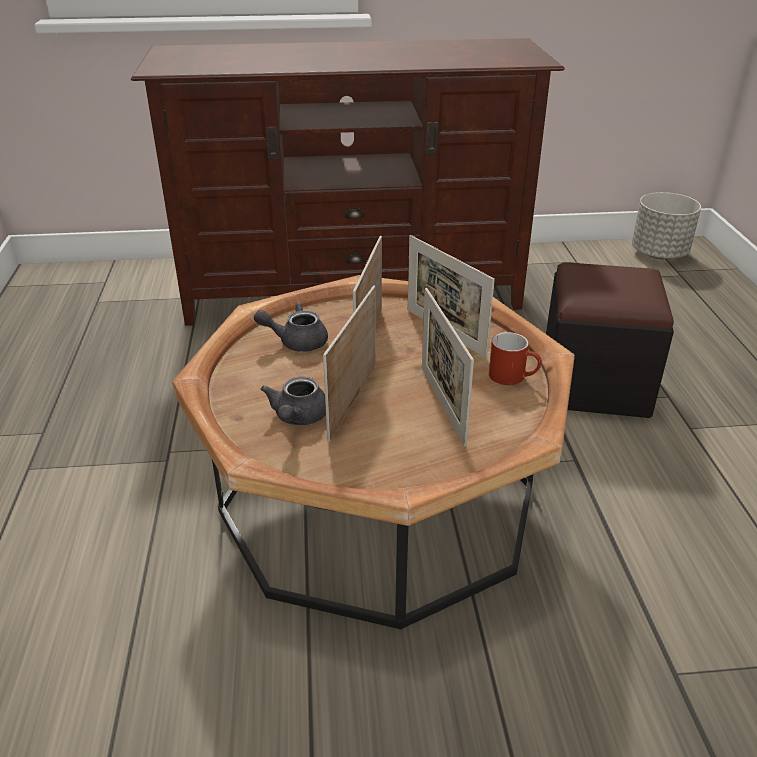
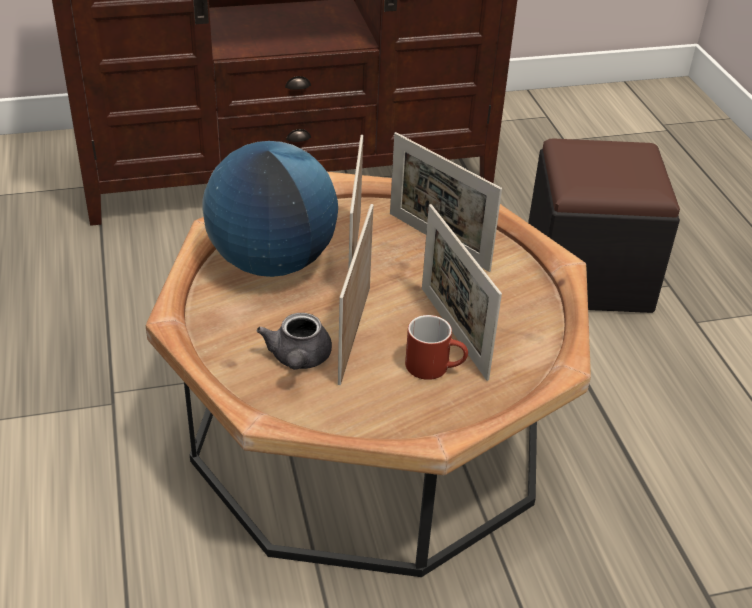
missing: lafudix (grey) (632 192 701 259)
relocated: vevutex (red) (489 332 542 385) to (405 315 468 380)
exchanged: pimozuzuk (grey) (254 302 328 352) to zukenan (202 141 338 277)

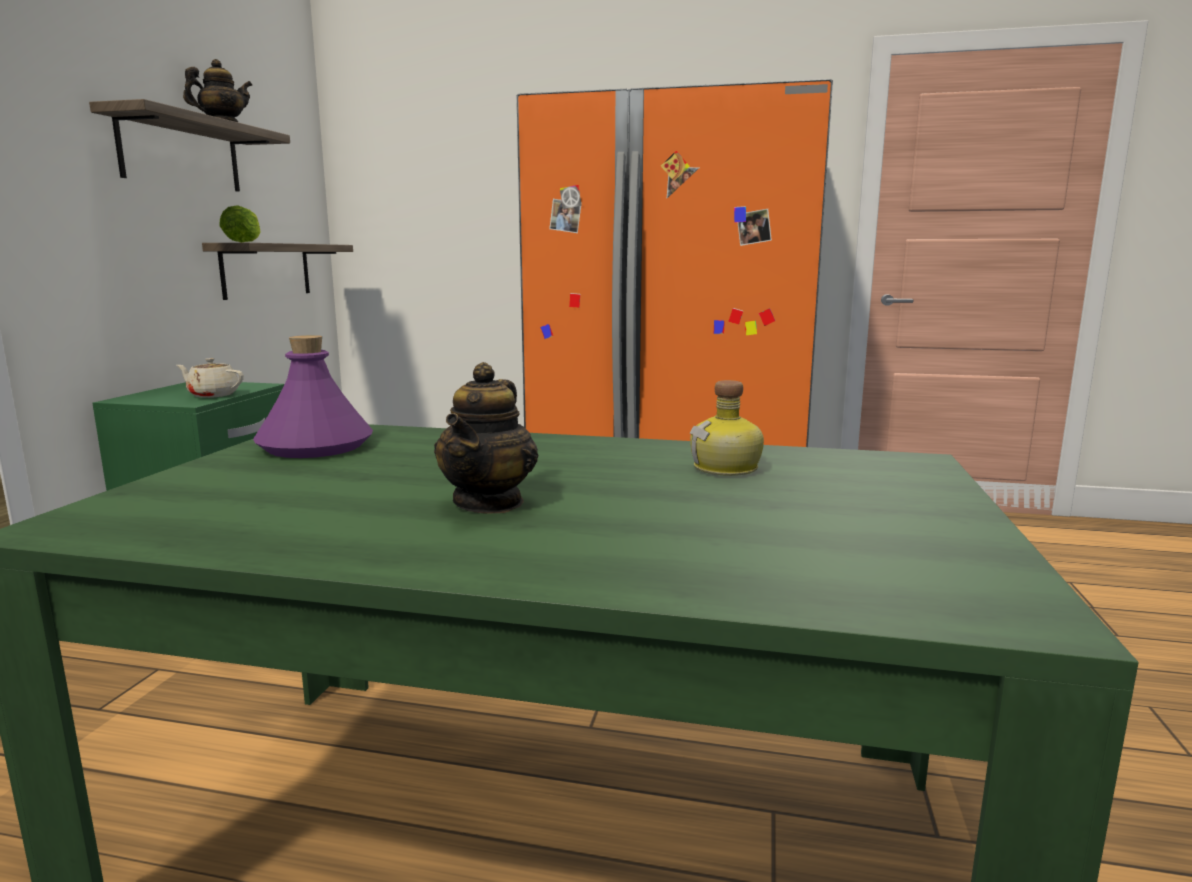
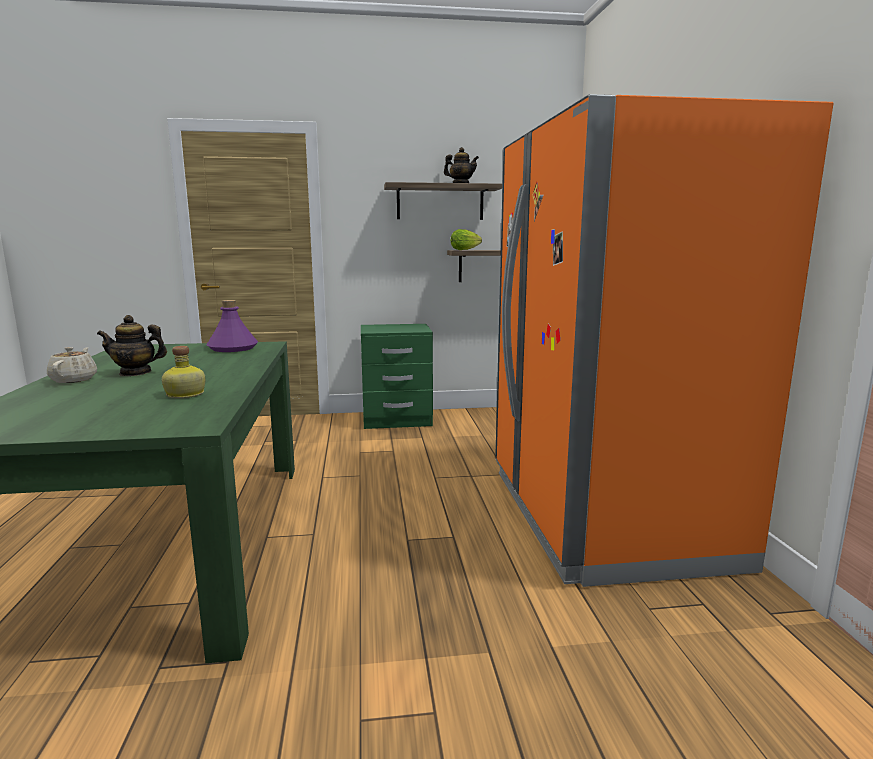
relocated: pimozuzuk (beige) (176 358 244 398) to (47 347 97 383)

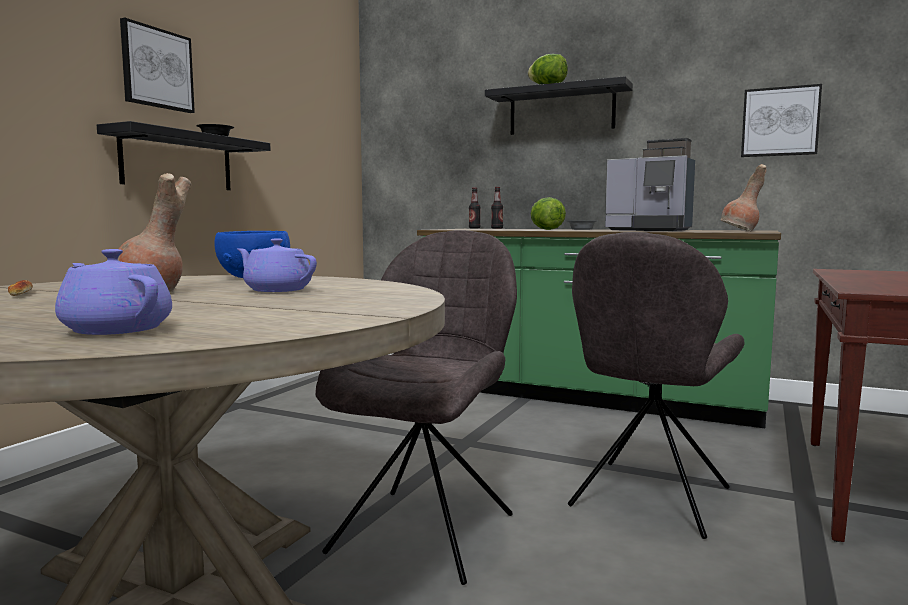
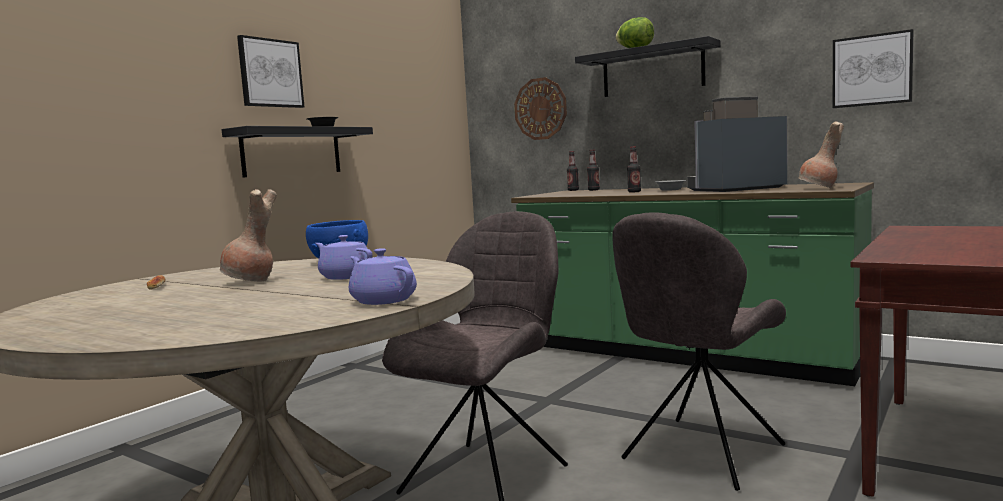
appeared: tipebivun (514 77 567 140)
relocated: pimozuzuk (purple) (55 249 172 335) to (349 248 417 305)
exchanged: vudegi (531 197 566 230) to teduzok (627 146 641 193)
spun: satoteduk (605 138 695 231) = (687 96 787 192) 120 degrees clockwise

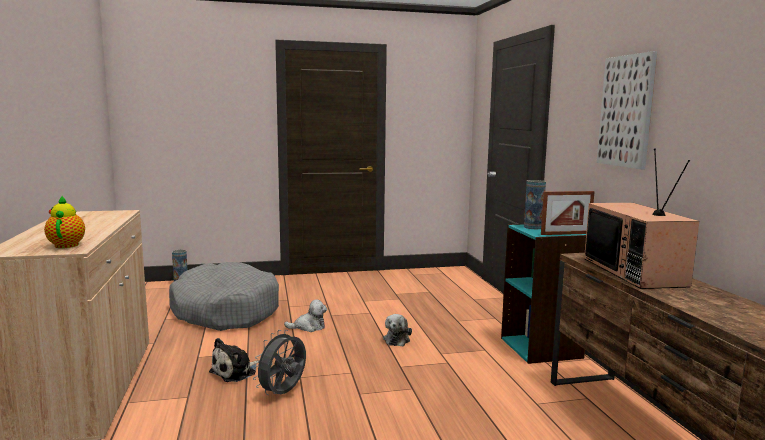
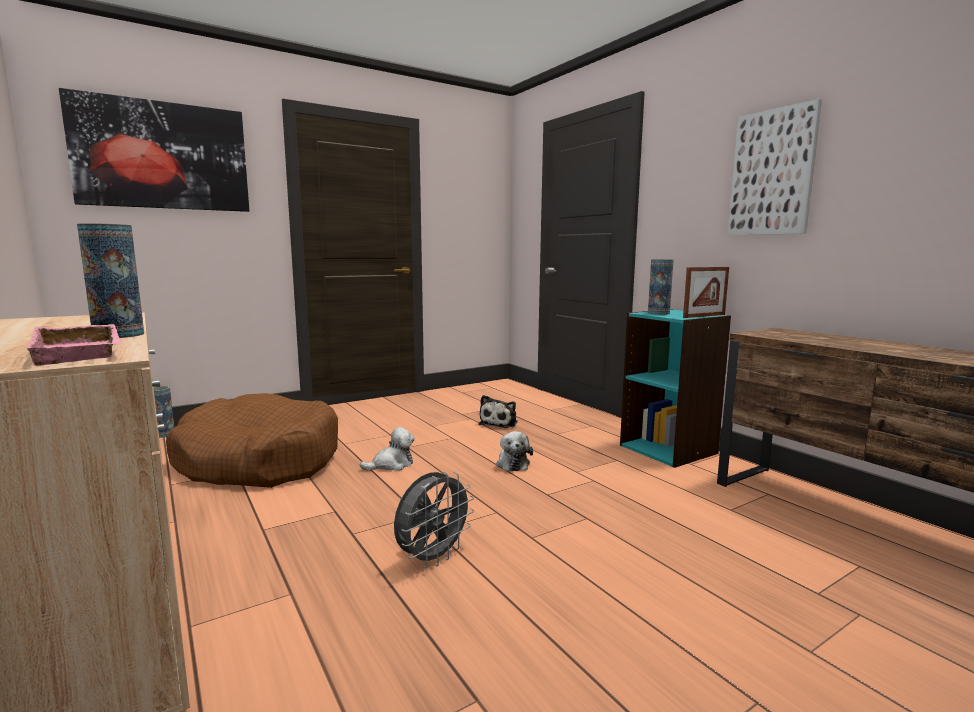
missing: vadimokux (584 148 699 289)
appeared: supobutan (59 88 249 212); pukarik (77 223 144 338)
relocated: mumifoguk (209 338 259 382) to (479 395 518 428)
exchanged: pimozuzuk (44 195 85 248) to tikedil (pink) (25 324 122 366)
colour: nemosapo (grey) (169 262 279 331) to nemosapo (brown) (166 393 338 488)
spun: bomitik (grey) (253 330 306 395) = (394 471 474 568) 150 degrees counterclockwise

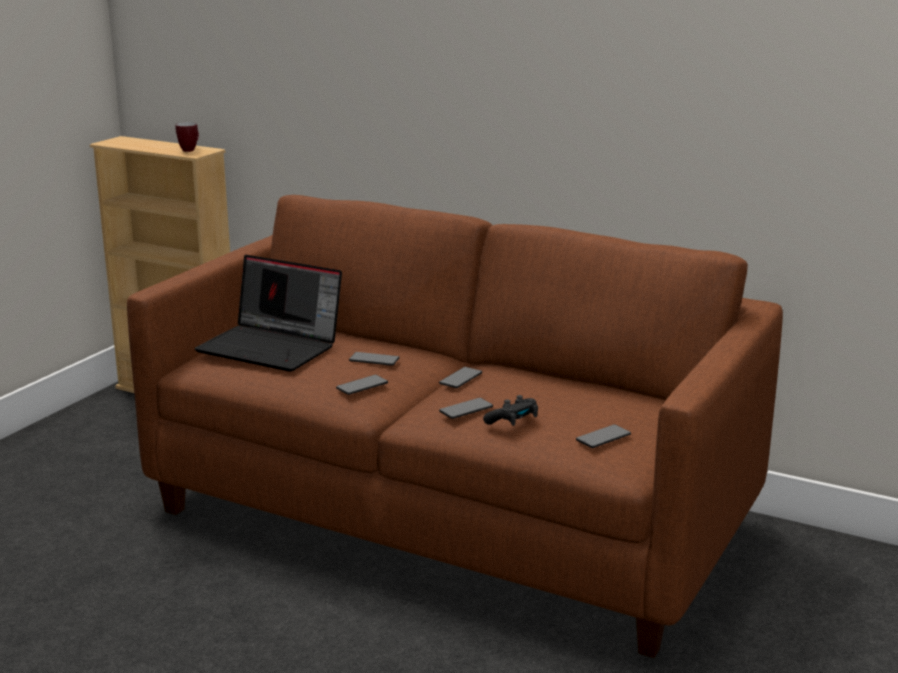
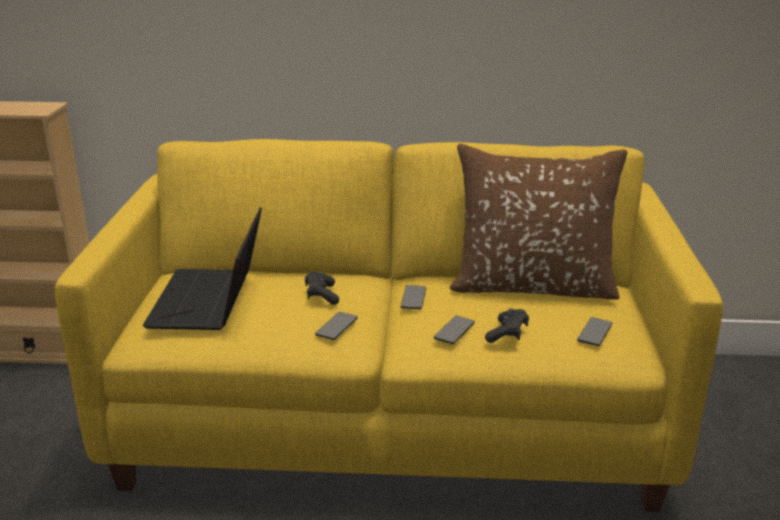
missing: vevutex (175 122 199 152)
appeared: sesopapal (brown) (450 144 628 300)
exchanged: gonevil (349 352 399 366) to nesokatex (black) (305 271 339 305)
colour: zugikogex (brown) (127 195 783 658) to zugikogex (yellow) (55 139 723 512)
spun: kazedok (194 255 342 372) = (143 207 262 330) 90 degrees clockwise

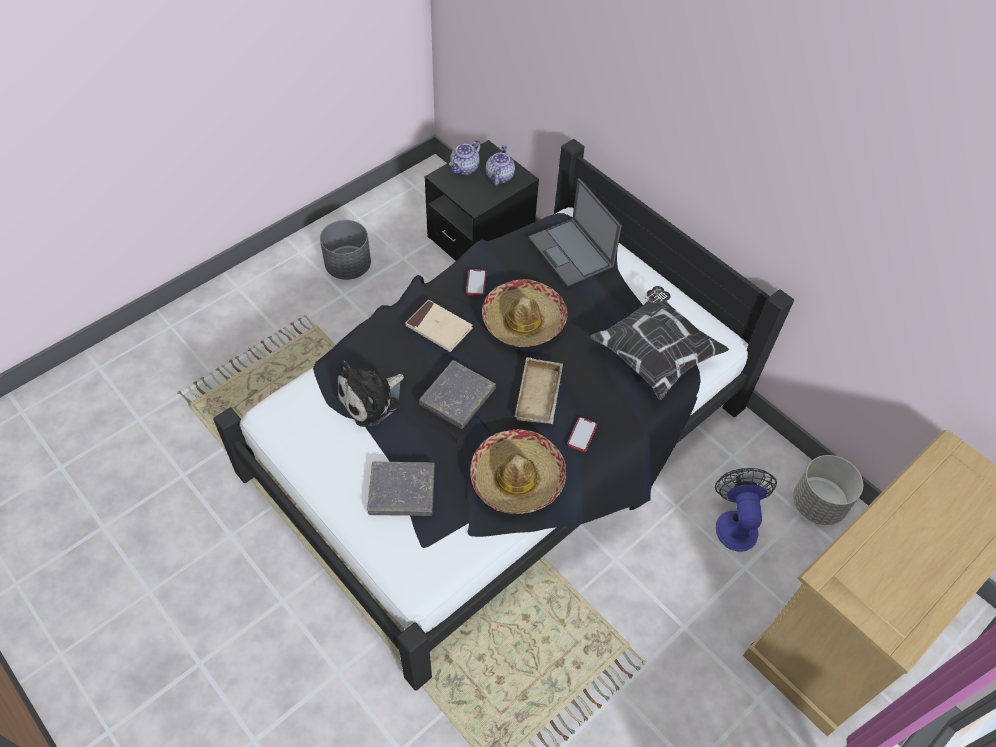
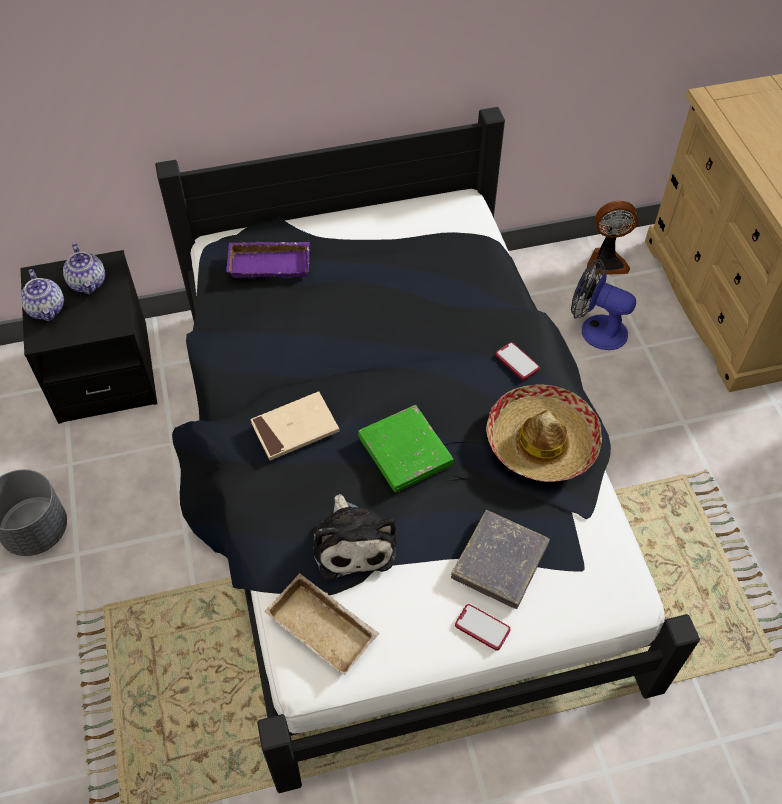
missing: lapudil (482 279 567 347); sesopapal (590 286 729 400)
relocated: gonevil (466 269 486 296) to (455 604 510 651); tikedil (beige) (514 357 563 424) to (264 573 379 675)
exchanged: kazedok (528 178 622 286) to tikedil (purple) (226 242 310 278); lafudix (grey) (793 455 863 525) to bomitik (587 201 638 275)
colour: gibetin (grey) (419 360 496 429) to gibetin (green) (358 405 454 493)
spun: pimozuzuk (486 145 515 186) = (63 243 105 295) 150 degrees counterclockwise

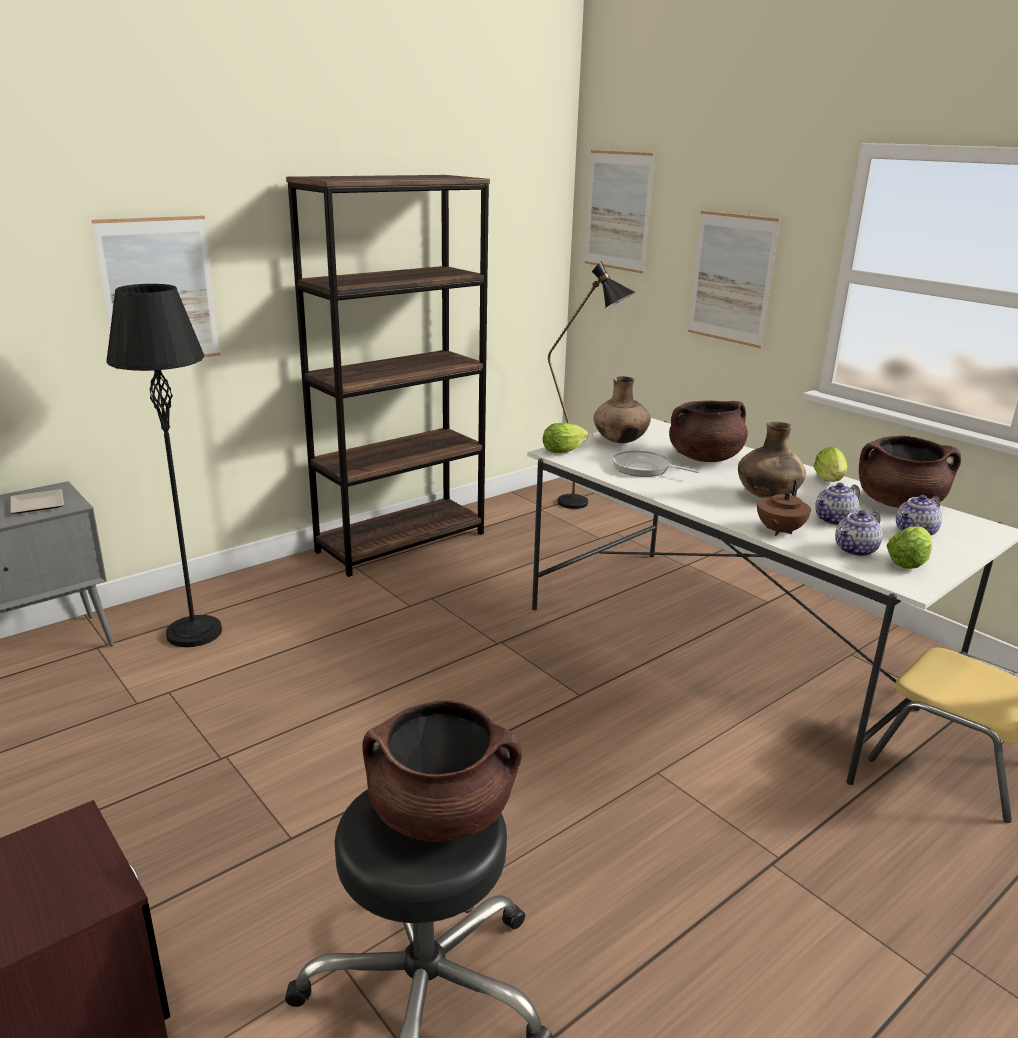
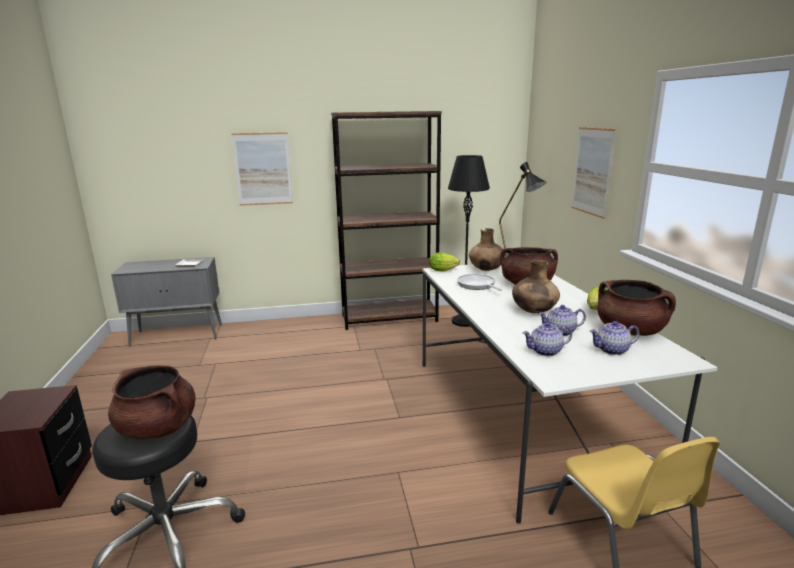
missing: supobutan (585 150 655 274); pimozuzuk (brown) (757 480 811 536); vudegi (887 527 932 569)
relocated: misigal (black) (107 284 222 647) to (448 155 490 327)

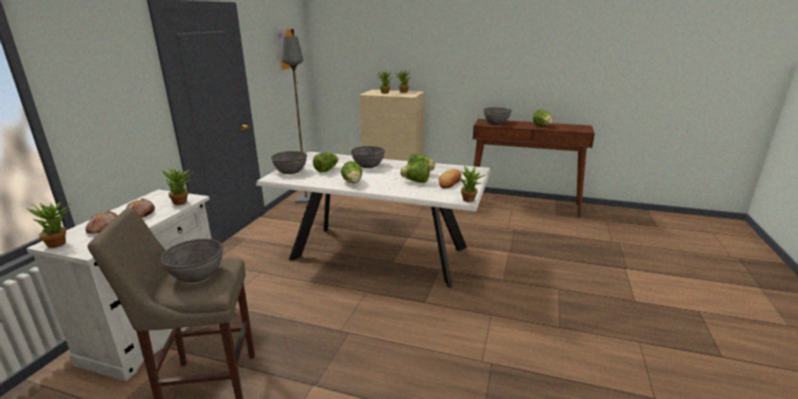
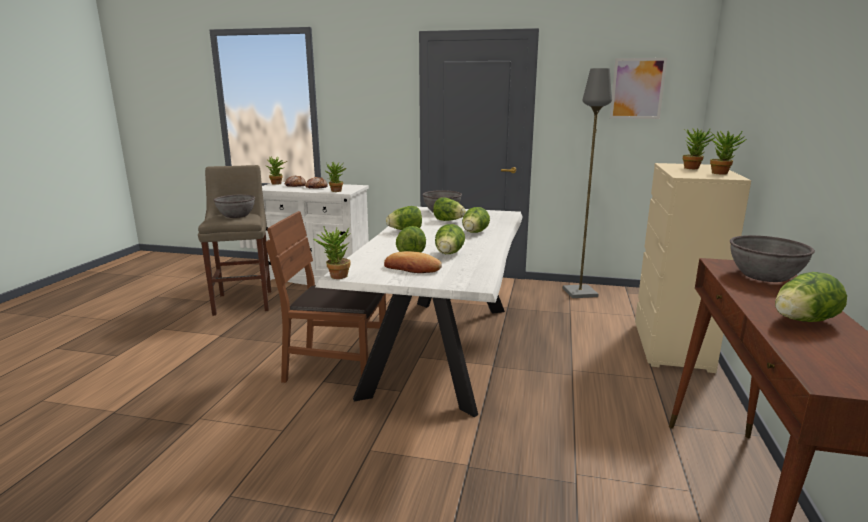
appeared: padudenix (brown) (266 211 386 383)
exchanged: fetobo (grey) (351 146 385 168) to vudegi (462 207 490 233)

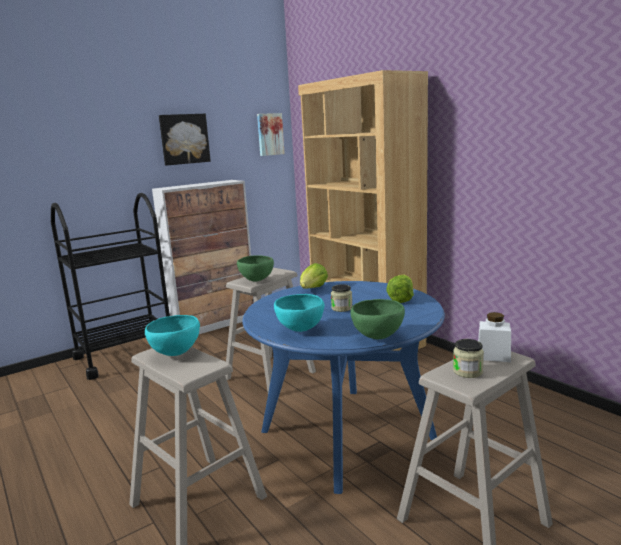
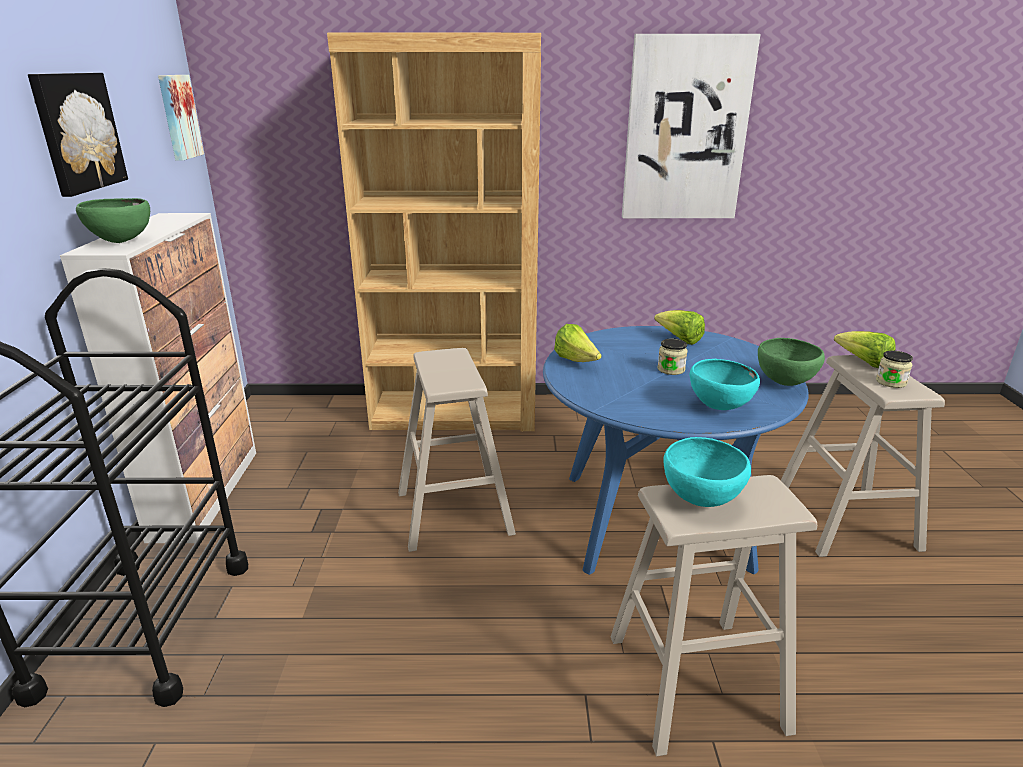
appeared: supobutan (622 34 761 218)
relocated: fetobo (green) (237 255 274 282) to (76 198 150 243)
exchanged: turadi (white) (478 312 511 362) to vudegi (834 331 896 368)

